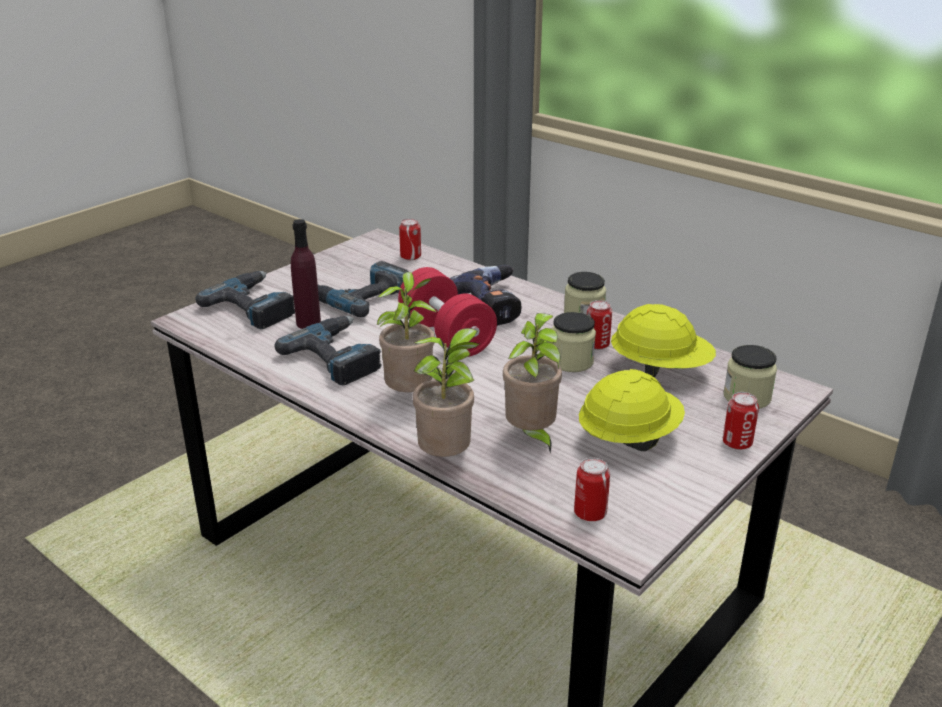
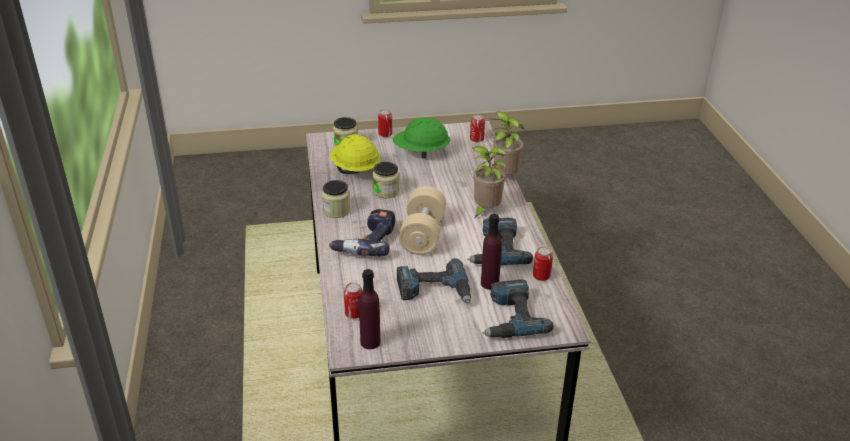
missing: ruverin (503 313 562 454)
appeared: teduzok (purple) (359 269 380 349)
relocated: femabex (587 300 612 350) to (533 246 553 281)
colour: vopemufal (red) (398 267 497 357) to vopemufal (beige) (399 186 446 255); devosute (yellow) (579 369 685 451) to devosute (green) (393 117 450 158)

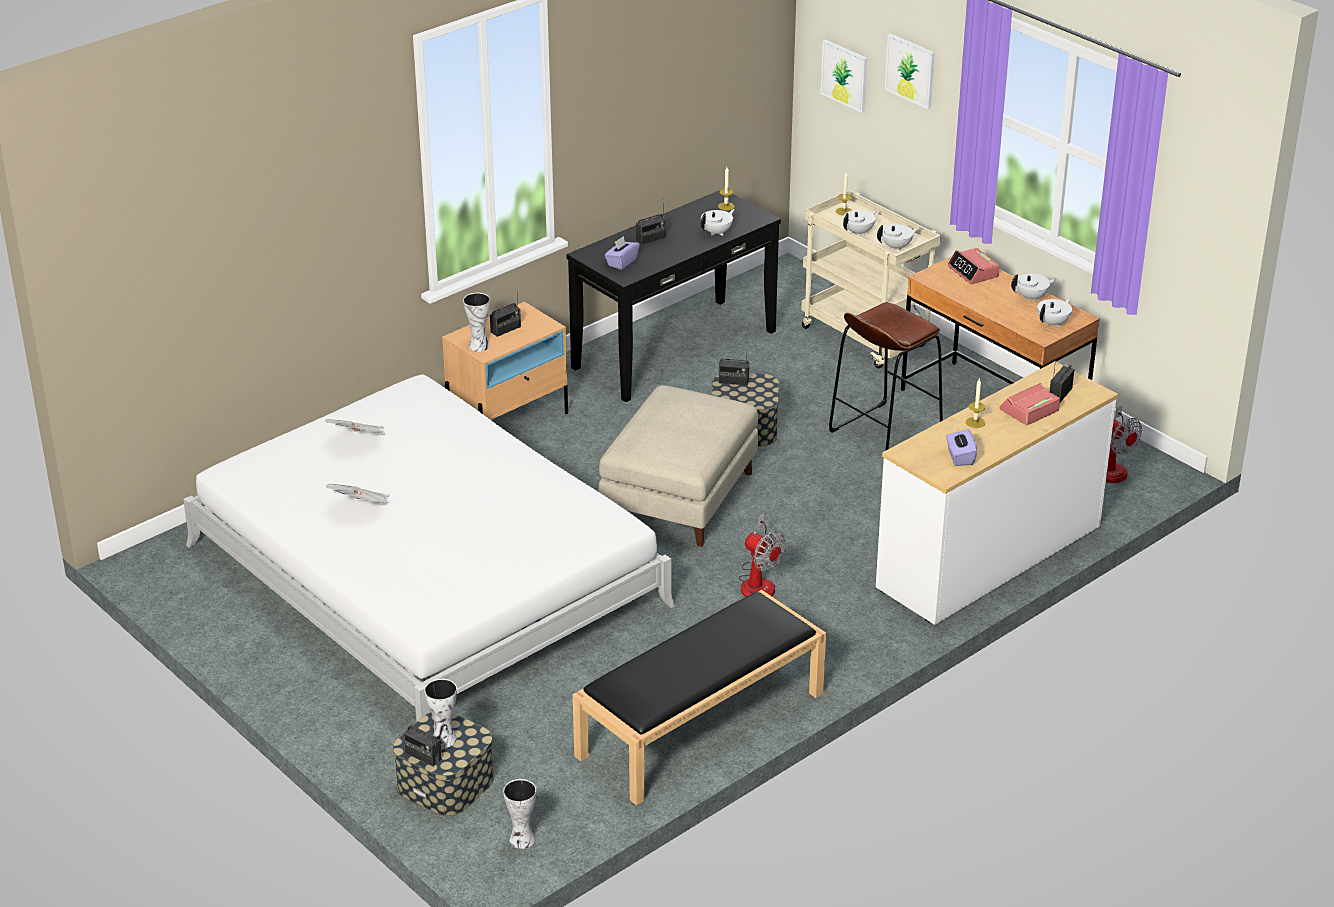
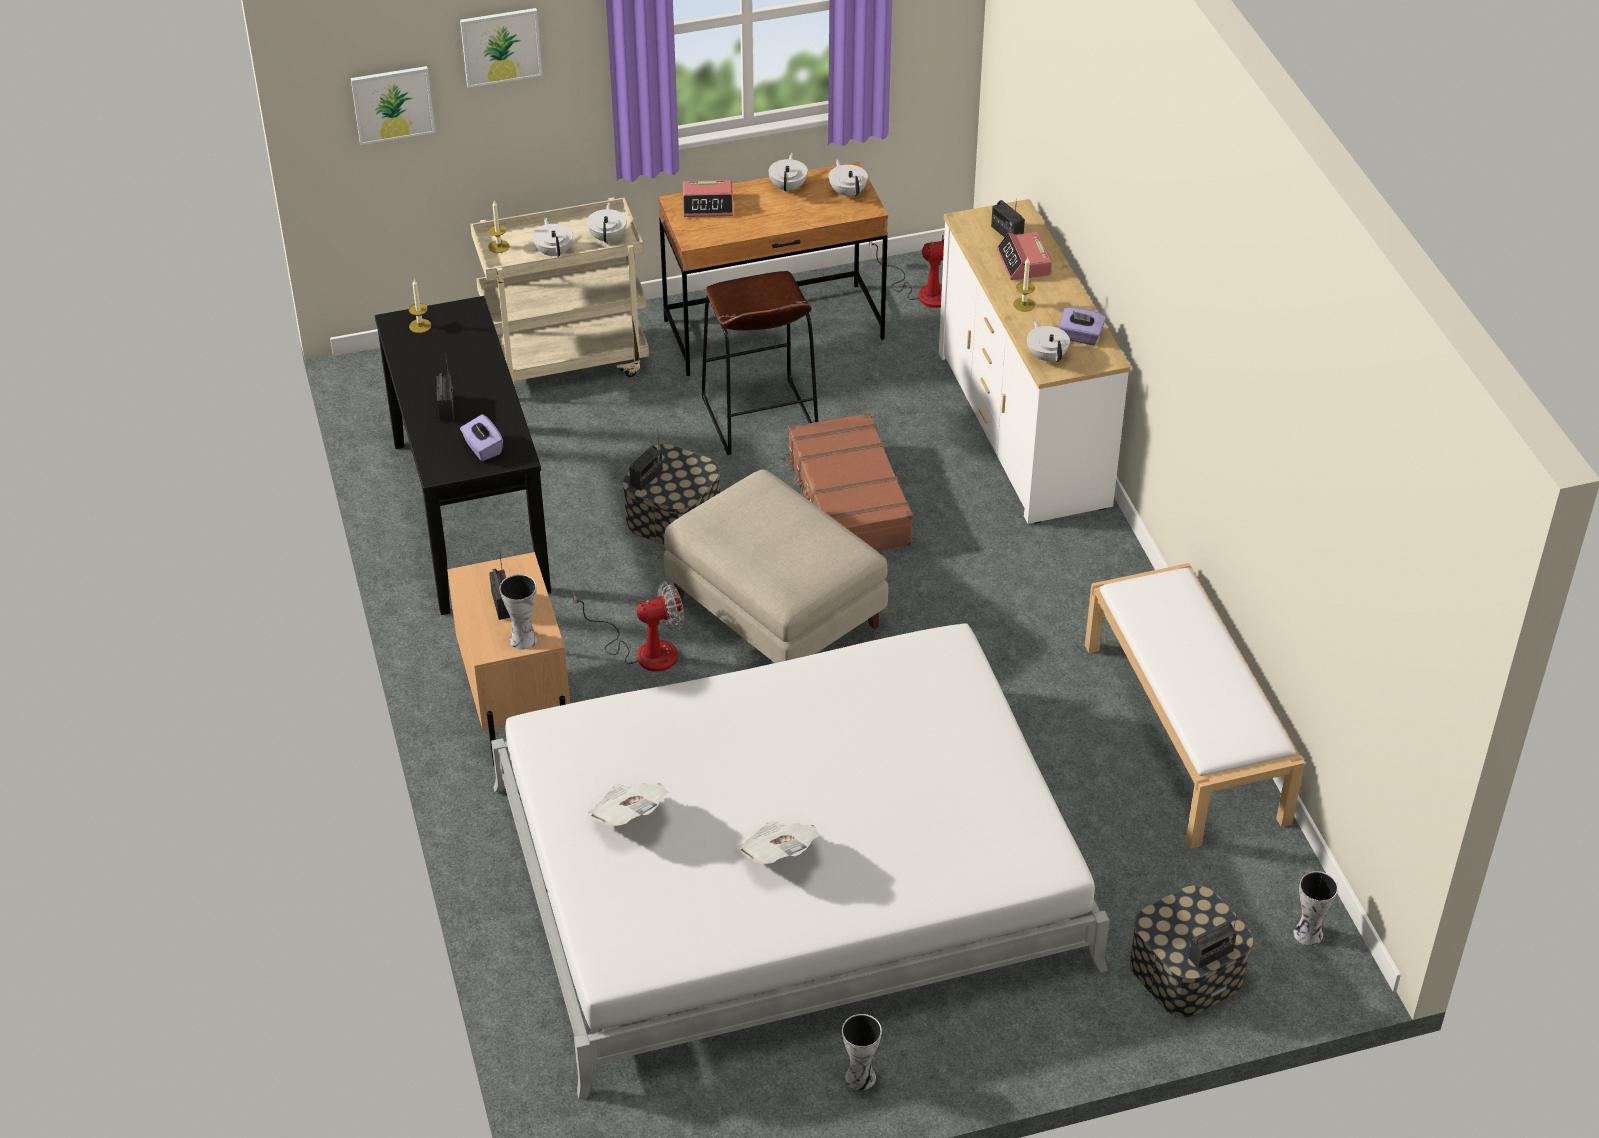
appeared: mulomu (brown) (785 412 913 551)
relocated: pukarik (424 679 457 748) to (842 1014 882 1091); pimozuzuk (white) (701 209 735 236) to (1027 320 1070 363); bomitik (739 513 786 597) to (573 581 685 672)
colour: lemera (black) (573 590 826 805) to lemera (white) (1085 563 1305 849)

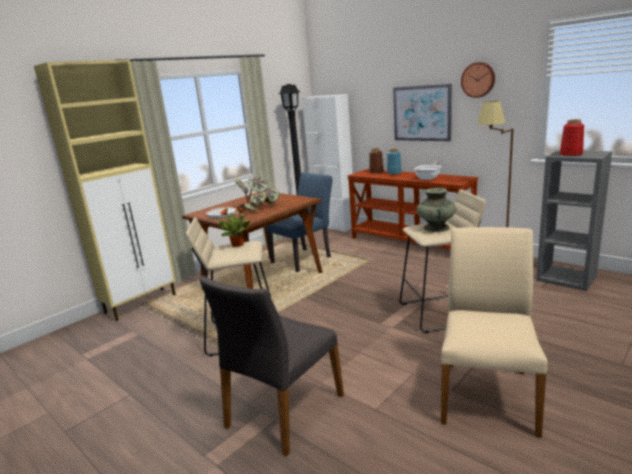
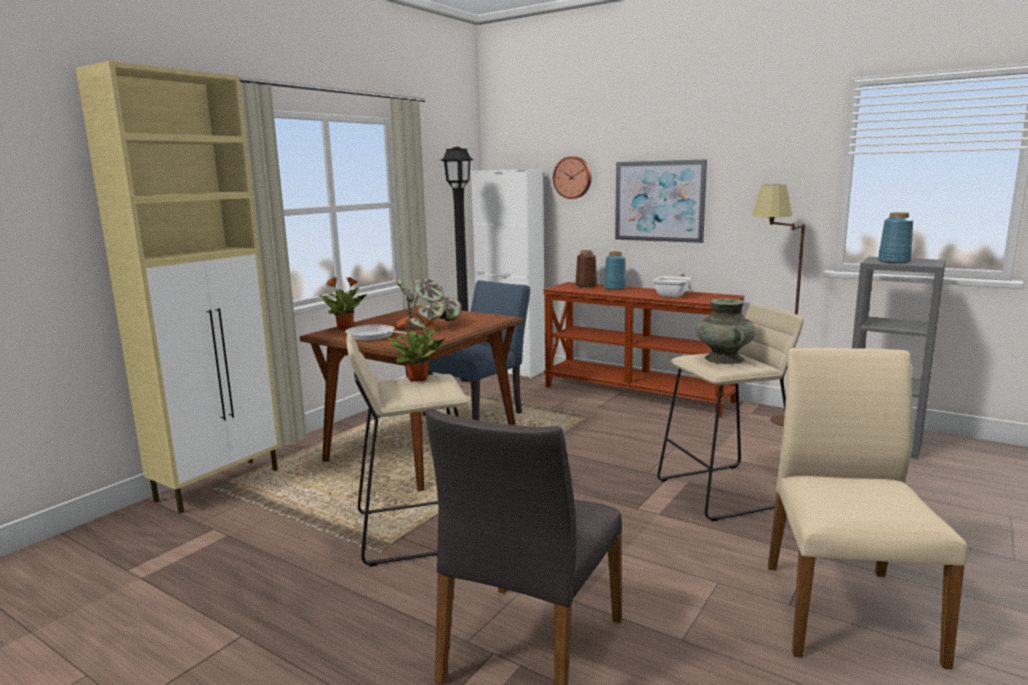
appeared: ruverin (318 277 367 329)
relocated: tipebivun (461 62 495 98) to (553 156 592 199)
colour: pukarik (red) (560 119 584 156) to pukarik (blue) (878 212 913 264)

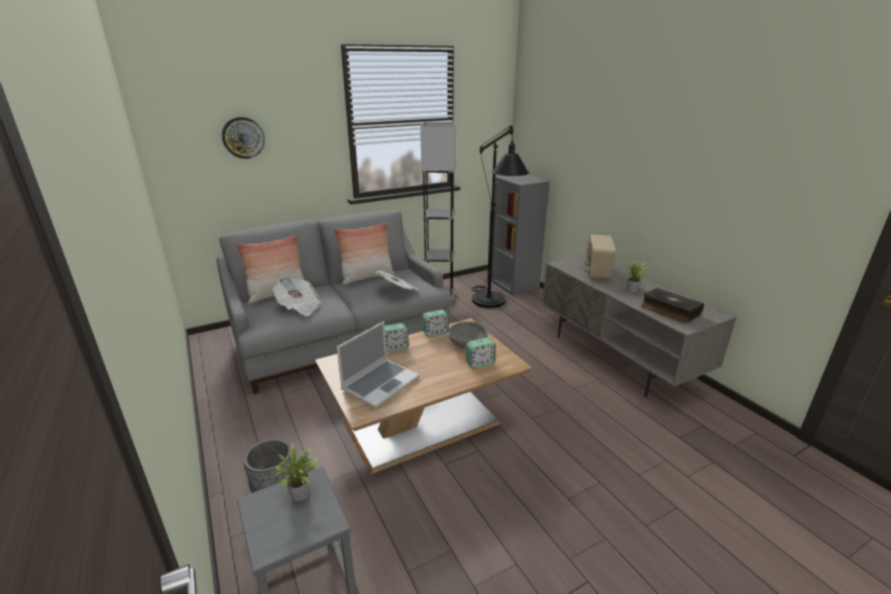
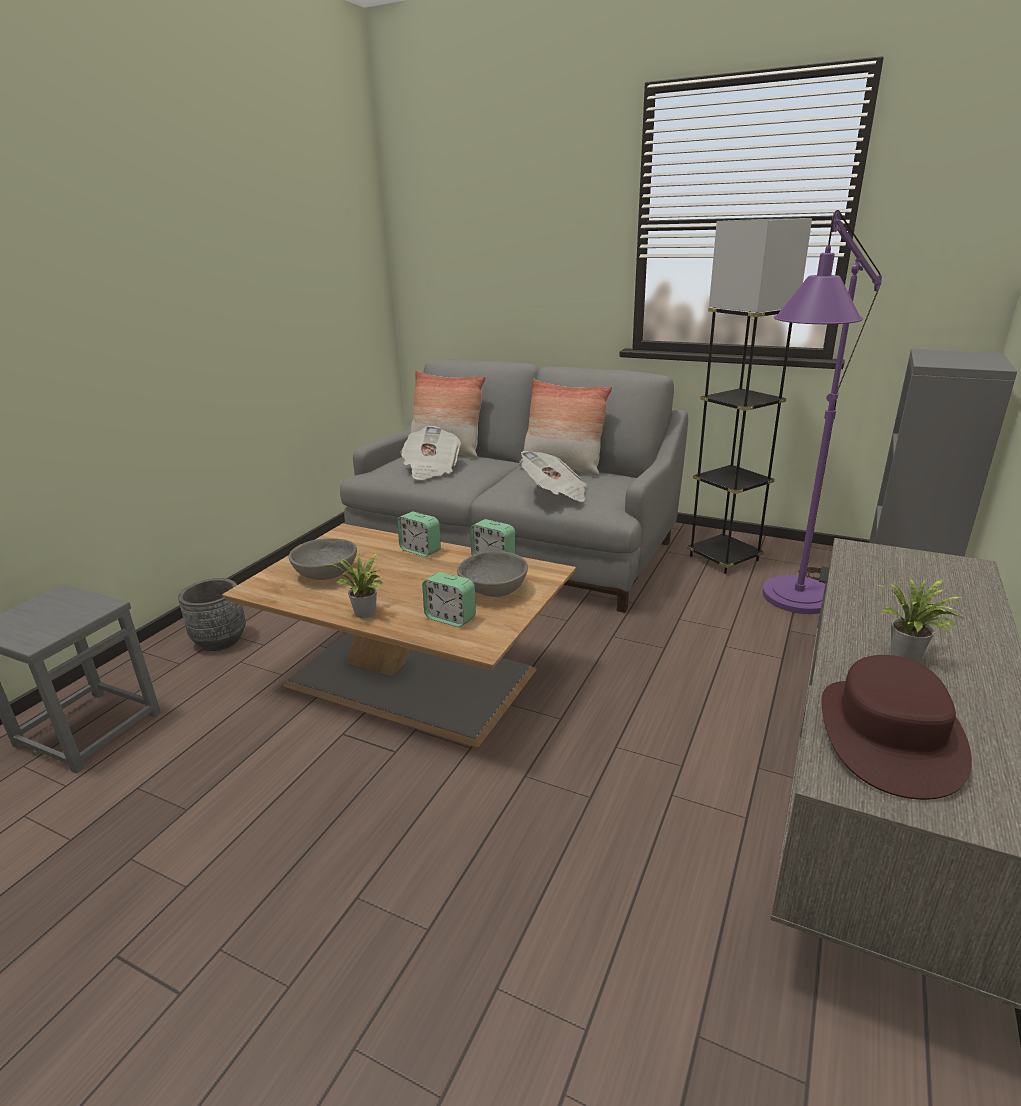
missing: tipebivun (222 117 265 159); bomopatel (584 234 616 280)
relocated: ruverin (274 442 319 501) to (324 552 384 618)
exchanged: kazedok (337 321 419 408) to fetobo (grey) (288 538 357 580); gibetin (641 288 704 324) to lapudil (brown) (821 655 972 800)
colour: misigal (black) (472 125 529 308) to misigal (purple) (762 210 882 614)

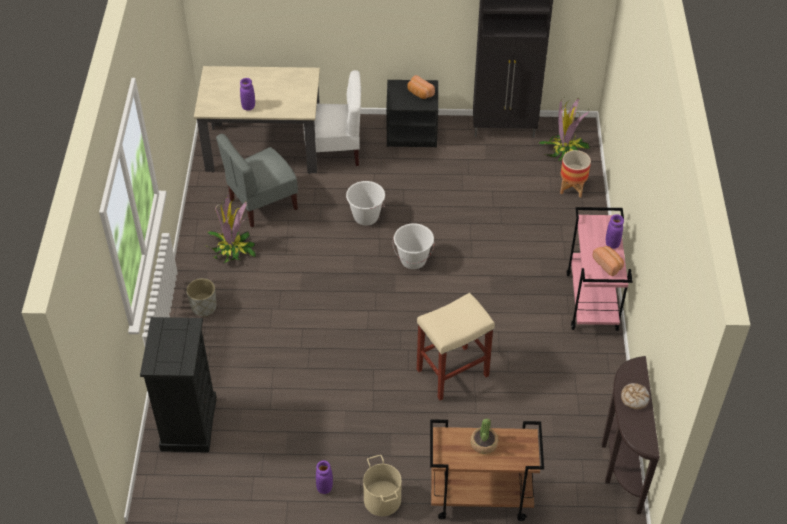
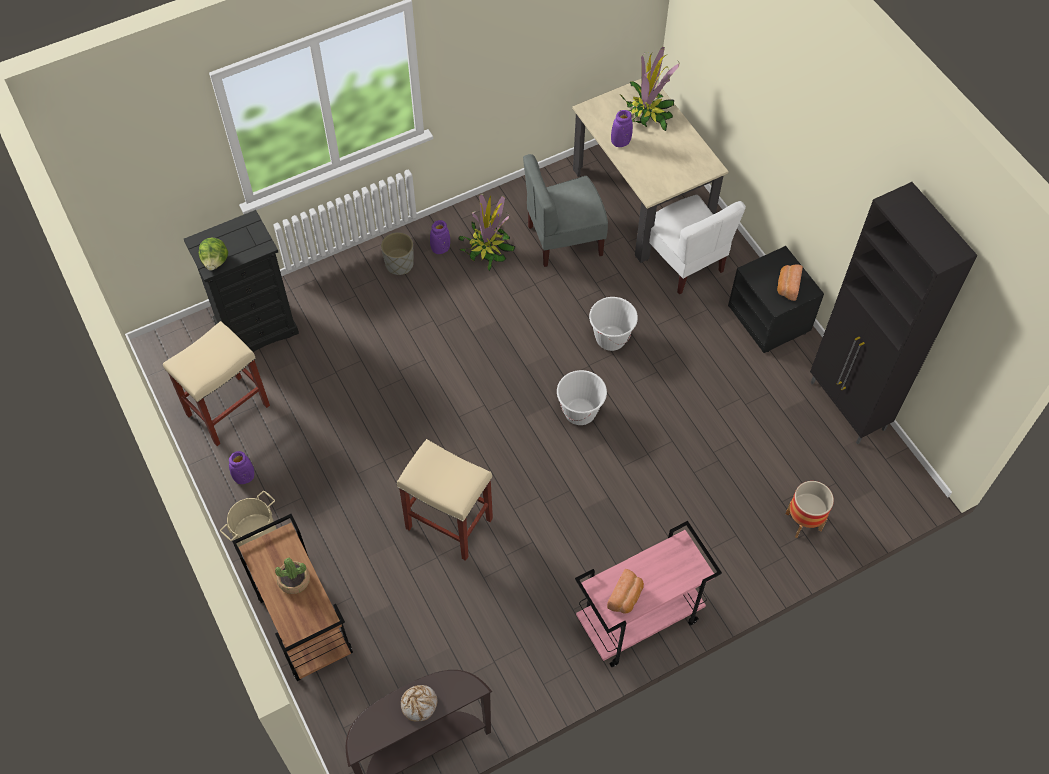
appeared: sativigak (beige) (163 321 270 446); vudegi (199 238 228 271)
relocated: ruverin (538 97 590 161) to (620 47 680 131); pukarik (purple) (606 214 624 249) to (430 220 450 254)
spun: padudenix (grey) (216 134 298 227) = (523 154 608 267) 45 degrees counterclockwise

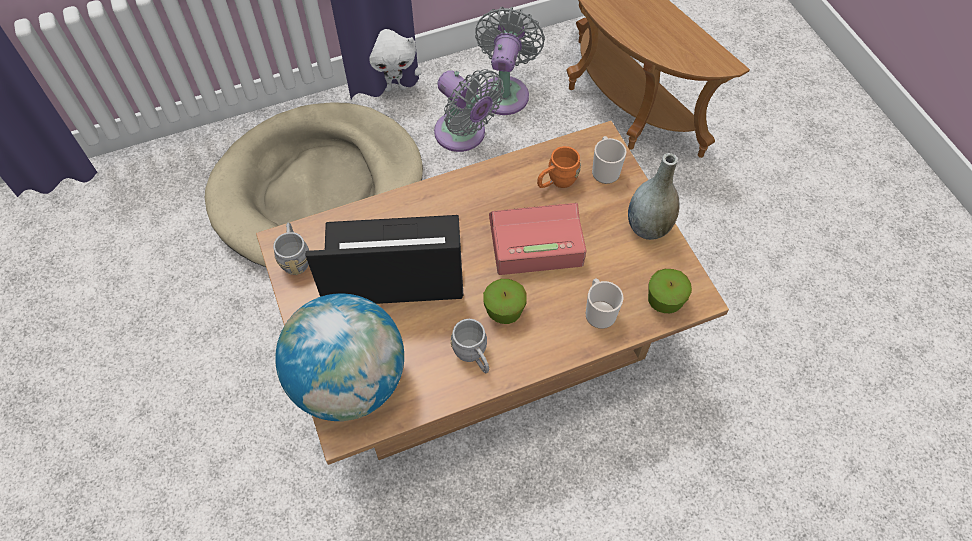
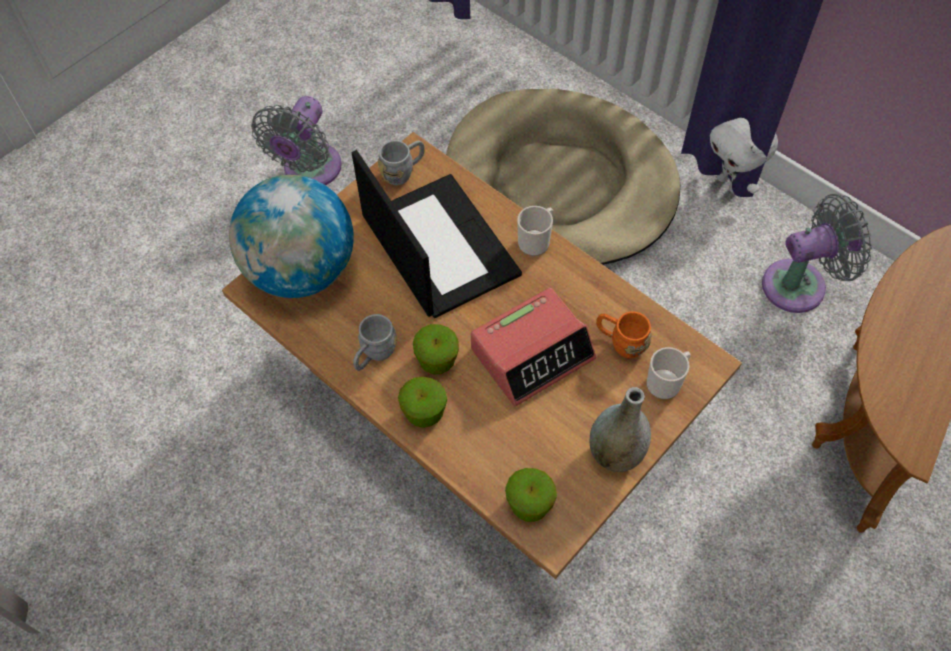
appeared: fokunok (398 377 447 428)
relocated: bomitik (grey) (434 69 504 152) to (251 96 342 185); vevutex (586 278 623 329) to (517 206 553 256)
spun: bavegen (489 203 586 275) = (471 288 596 407) 90 degrees clockwise

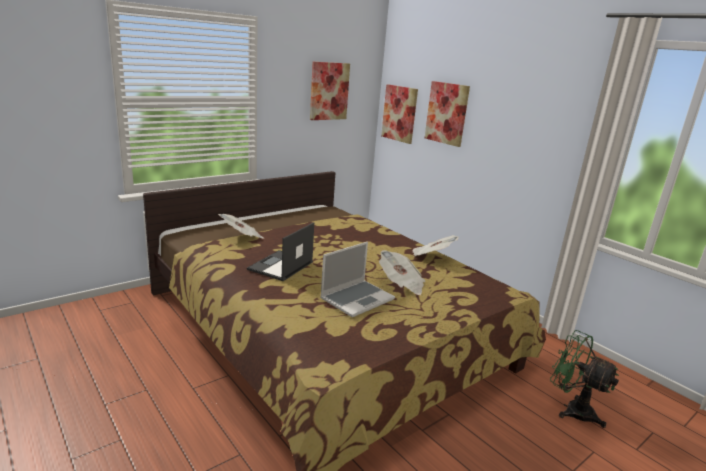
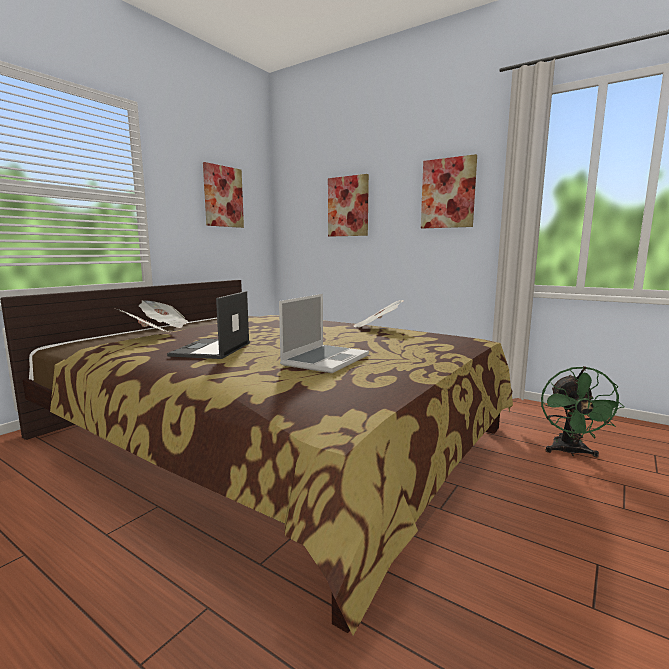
relocated: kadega (379 250 425 295) to (139 300 188 328); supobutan (381 84 418 144) to (421 154 477 228)
spun: bomitik (green) (550 330 619 428) = (541 366 625 457) 105 degrees counterclockwise

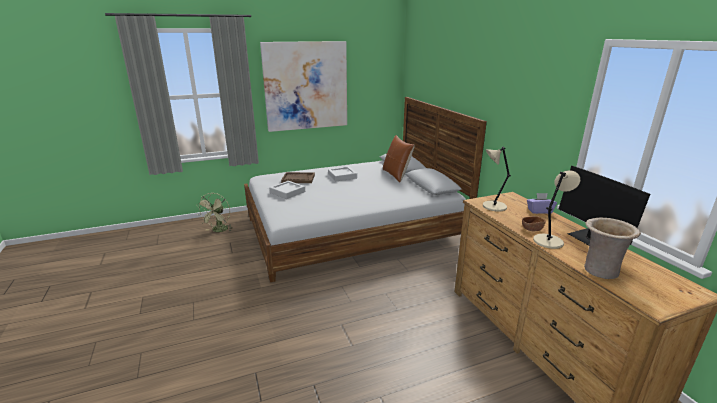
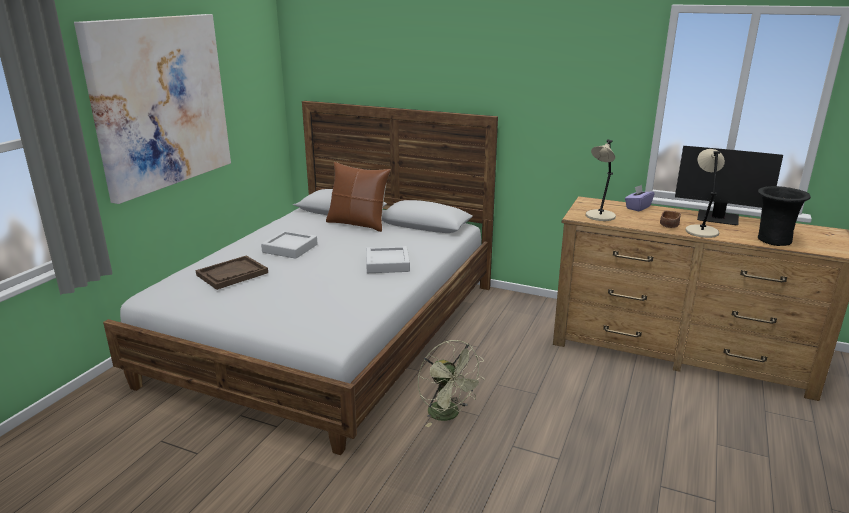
relocated: bomitik (green) (196 193 233 232) to (418 340 485 427); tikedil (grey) (269 181 305 199) to (366 246 410 273)
colour: pukarik (beige) (584 218 641 279) to pukarik (black) (758 186 811 246)

